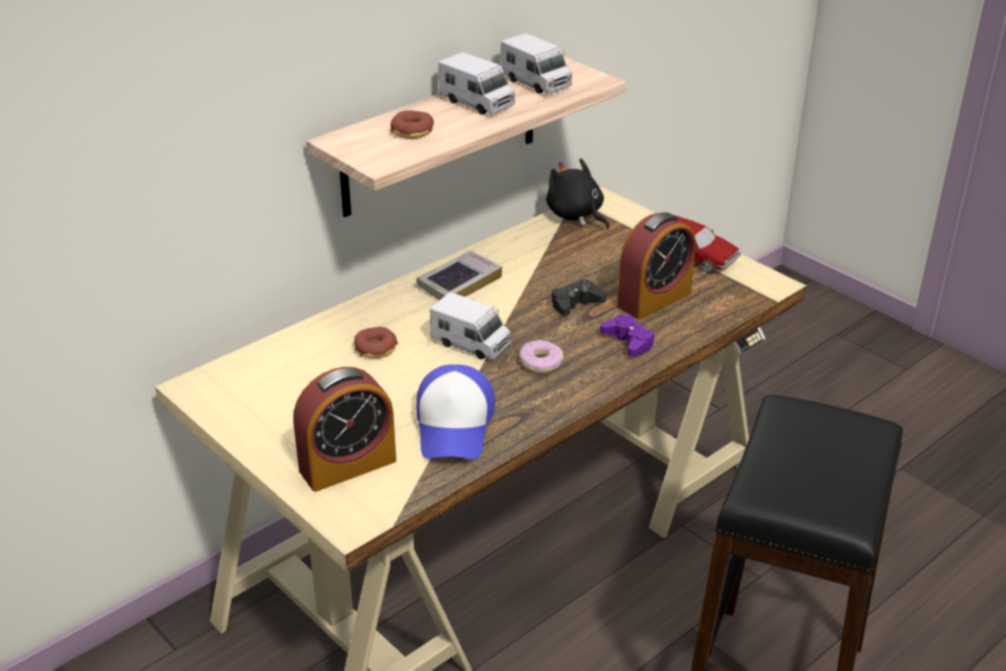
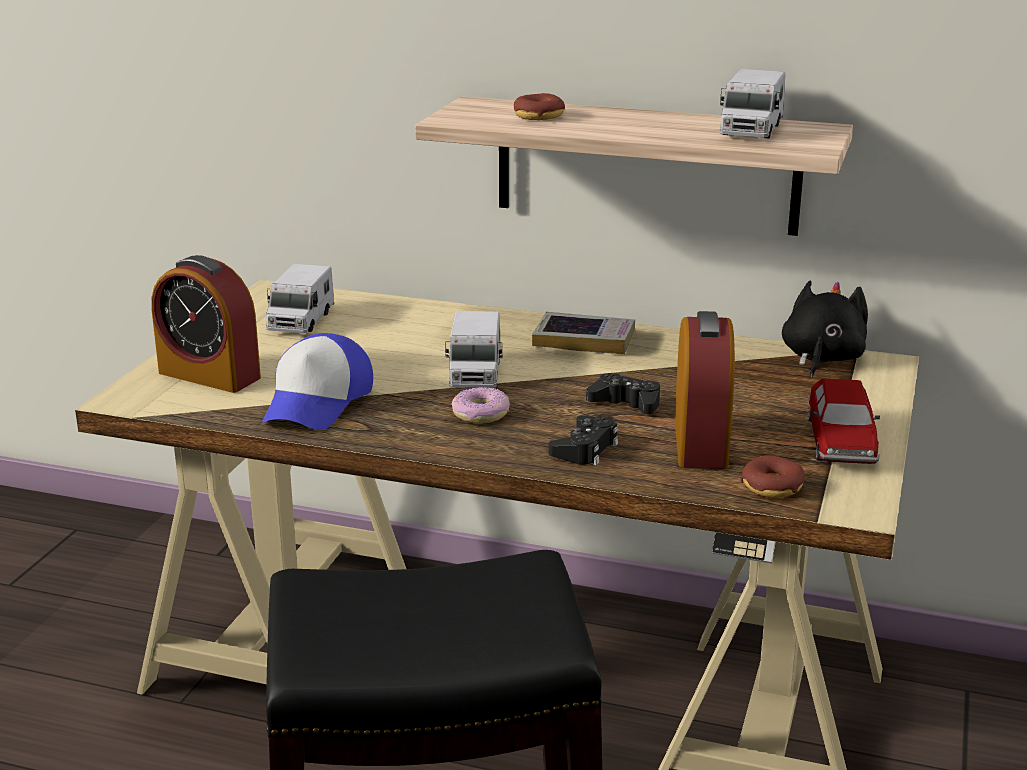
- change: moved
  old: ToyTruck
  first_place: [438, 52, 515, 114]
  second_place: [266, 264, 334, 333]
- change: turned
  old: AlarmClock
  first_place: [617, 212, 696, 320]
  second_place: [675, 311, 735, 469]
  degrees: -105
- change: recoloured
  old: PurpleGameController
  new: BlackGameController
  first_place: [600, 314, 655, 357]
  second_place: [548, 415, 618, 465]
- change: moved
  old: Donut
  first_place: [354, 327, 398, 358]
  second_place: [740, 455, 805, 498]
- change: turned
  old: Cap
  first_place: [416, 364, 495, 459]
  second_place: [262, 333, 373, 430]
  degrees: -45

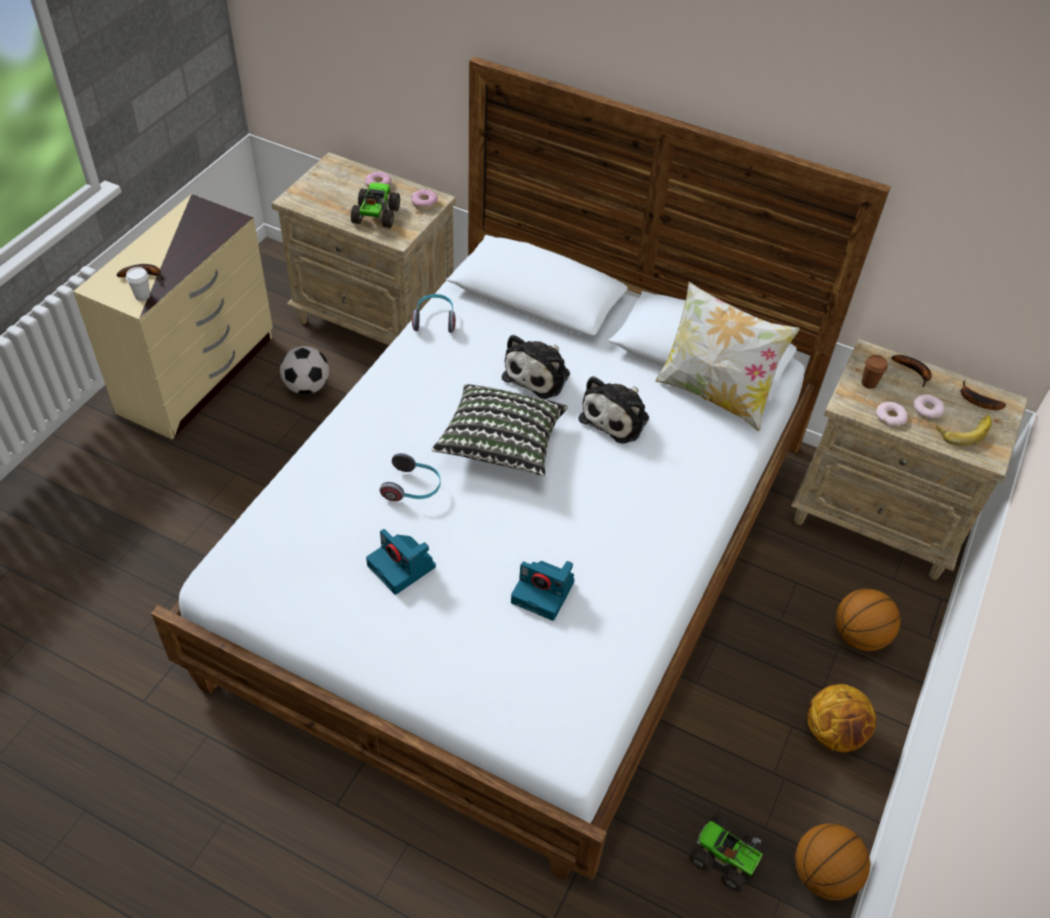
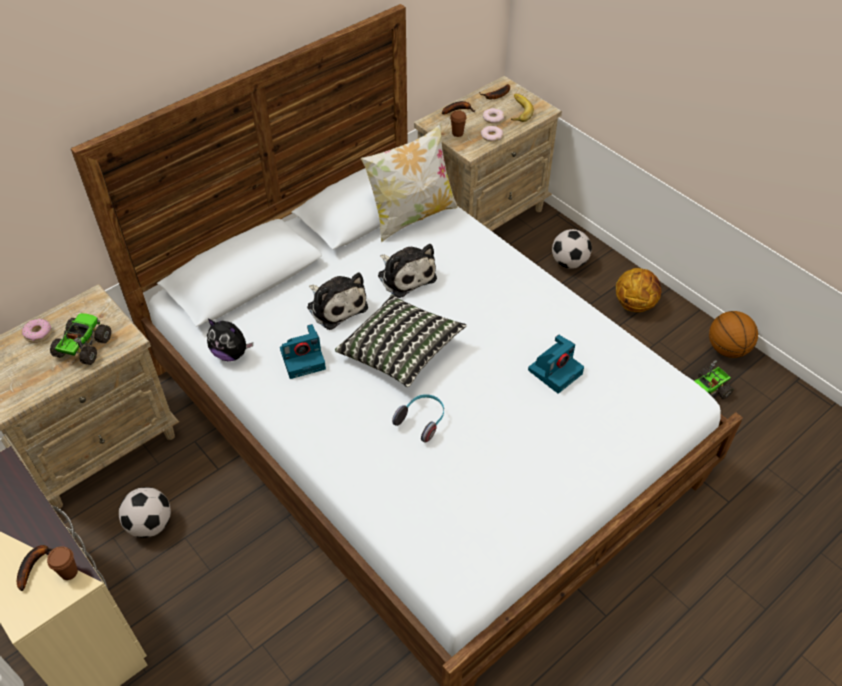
- change: turned
  old: ToyTruck
  first_place: [351, 183, 400, 228]
  second_place: [50, 313, 111, 365]
  degrees: 75
- change: removed
  old: Donut
  first_place: [411, 189, 438, 210]
- change: recoloured
  old: WhiteCup
  new: BrownCup
  first_place: [126, 267, 150, 301]
  second_place: [47, 546, 78, 580]
- change: replaced
  old: Headphones
  new: PlushToy
  first_place: [412, 294, 456, 333]
  second_place: [207, 319, 253, 361]
- change: moved
  old: PhotoCamera
  first_place: [366, 529, 436, 595]
  second_place: [280, 324, 326, 379]
- change: replaced
  old: Basketball
  new: Football
  first_place: [836, 589, 900, 651]
  second_place: [552, 229, 592, 269]

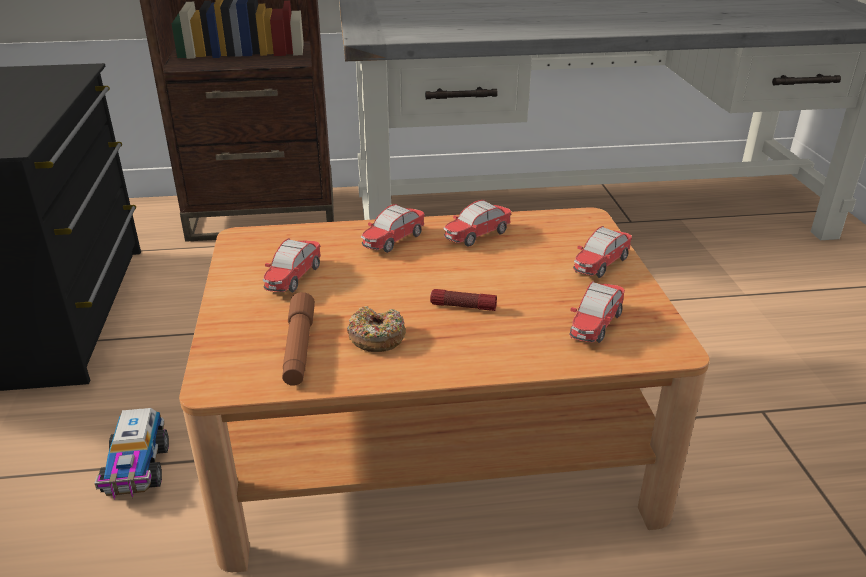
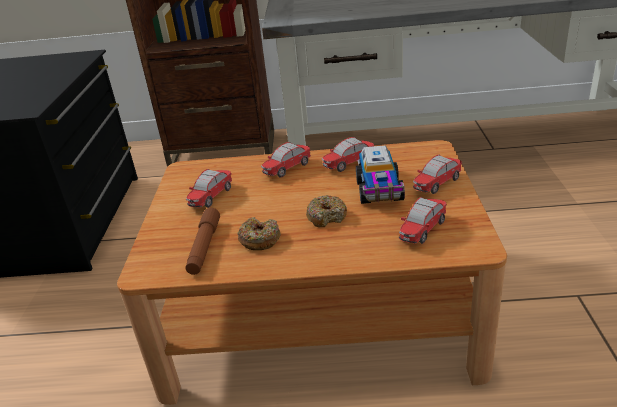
- change: replaced
  old: Flashlight
  new: Donut
  first_place: [430, 289, 497, 311]
  second_place: [306, 195, 347, 227]
- change: moved
  old: ToyTruck
  first_place: [95, 408, 169, 499]
  second_place: [356, 145, 405, 204]

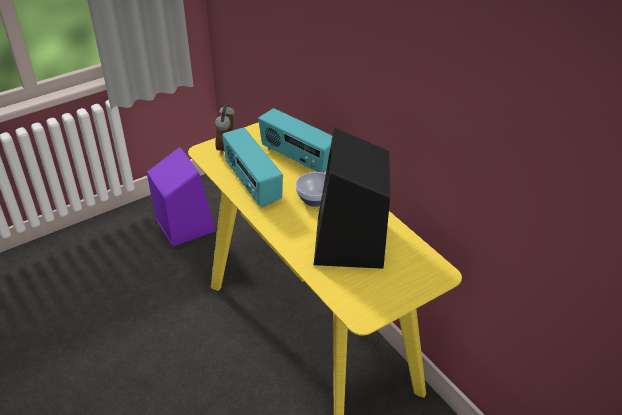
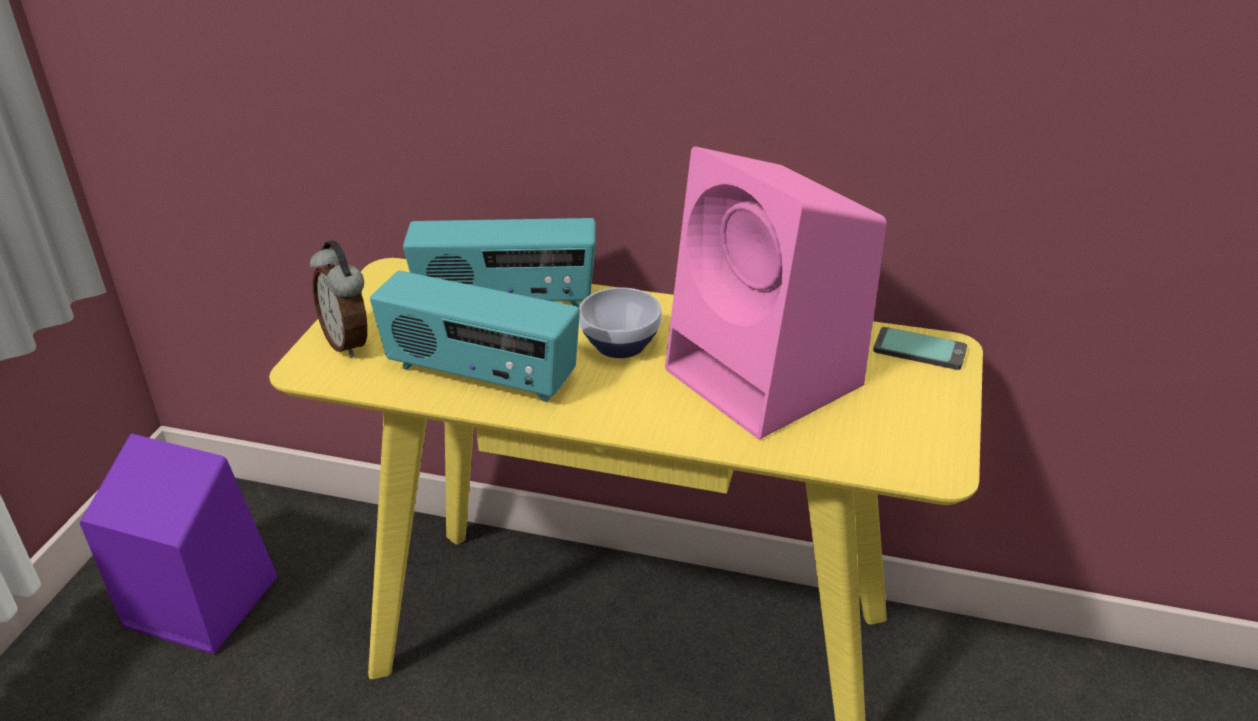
- change: recoloured
  old: BlackSpeaker
  new: PinkSpeaker
  first_place: [314, 128, 390, 269]
  second_place: [665, 146, 887, 440]
- change: added
  new: Phone
  second_place: [873, 327, 967, 370]

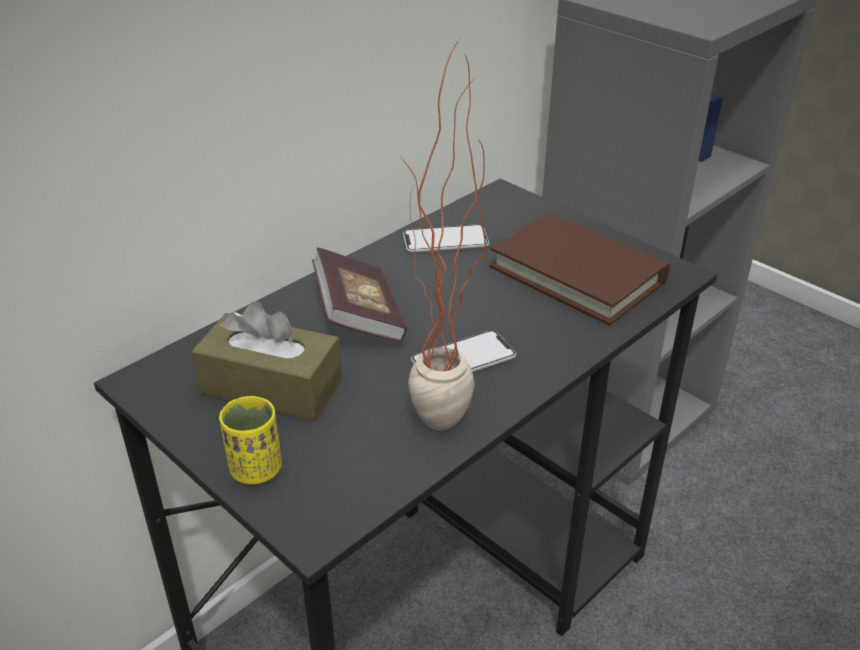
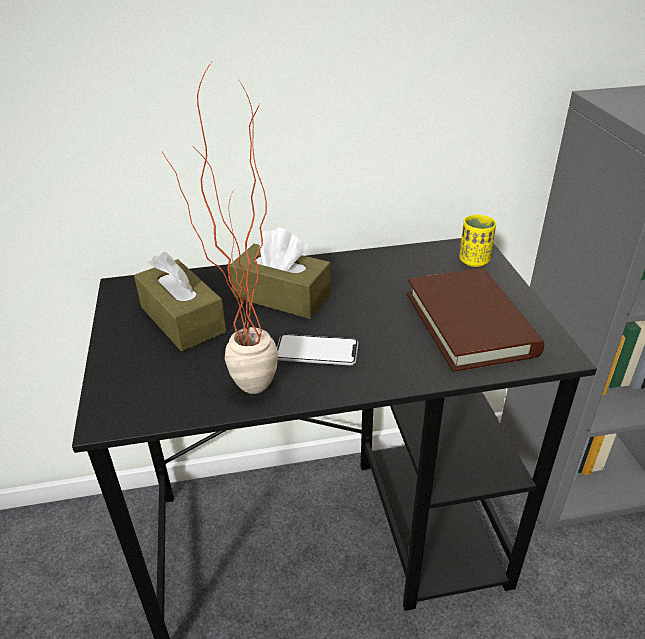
- change: removed
  old: Phone
  first_place: [403, 224, 489, 253]
- change: replaced
  old: Book
  new: BrownTissueBox
  first_place: [312, 247, 407, 342]
  second_place: [230, 228, 331, 319]
- change: moved
  old: YellowCup
  first_place: [219, 396, 282, 485]
  second_place: [459, 215, 496, 267]

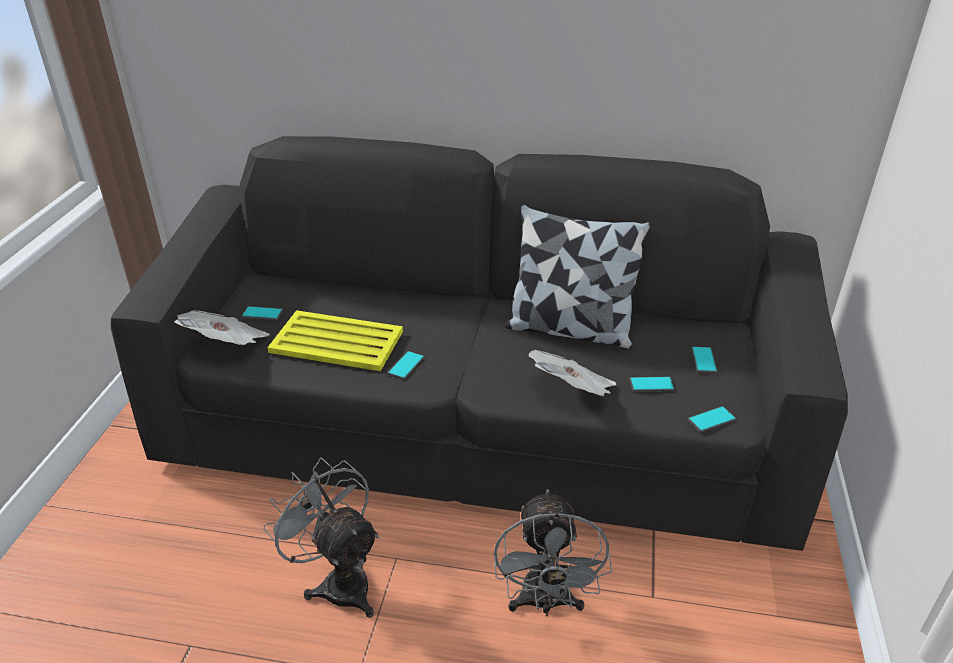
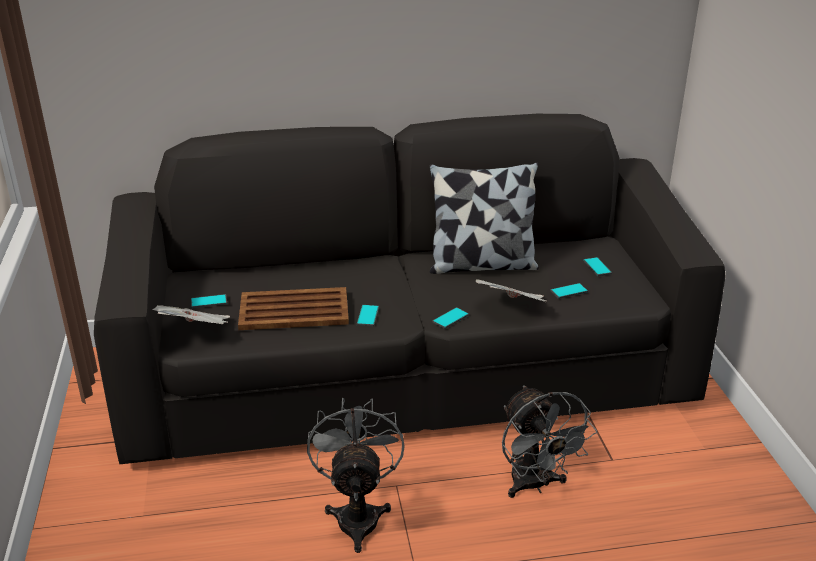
- change: recoloured
  old: YellowTray
  new: BrownTray
  first_place: [267, 310, 403, 371]
  second_place: [238, 287, 349, 330]
- change: moved
  old: Phone
  first_place: [688, 406, 736, 433]
  second_place: [432, 307, 469, 329]
- change: turned
  old: GreyFan
  first_place: [263, 458, 379, 618]
  second_place: [307, 398, 405, 553]
  degrees: 60

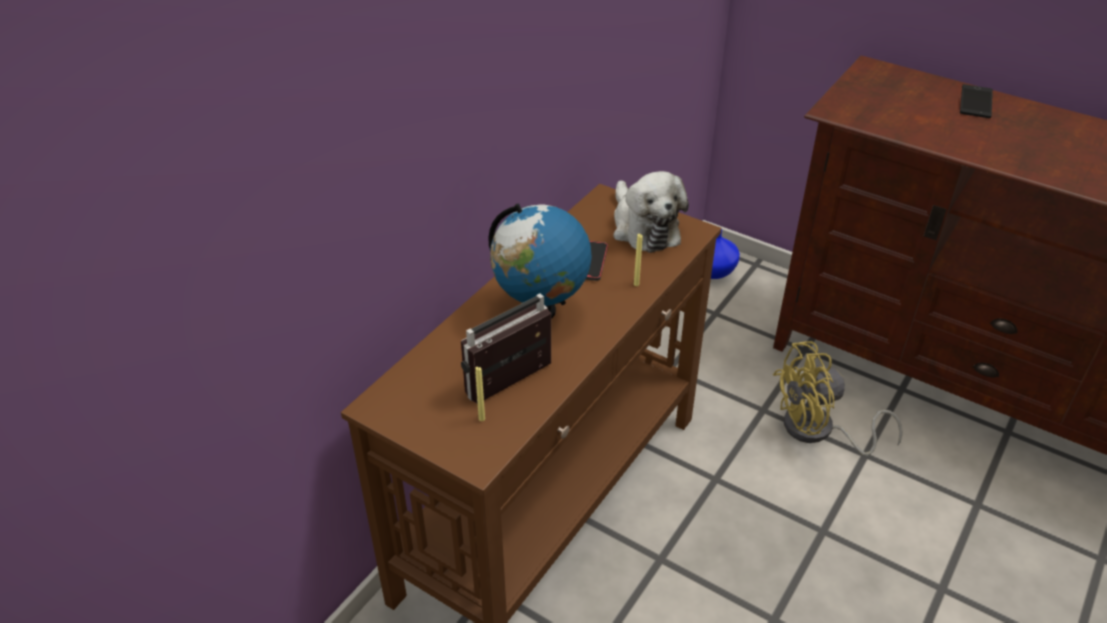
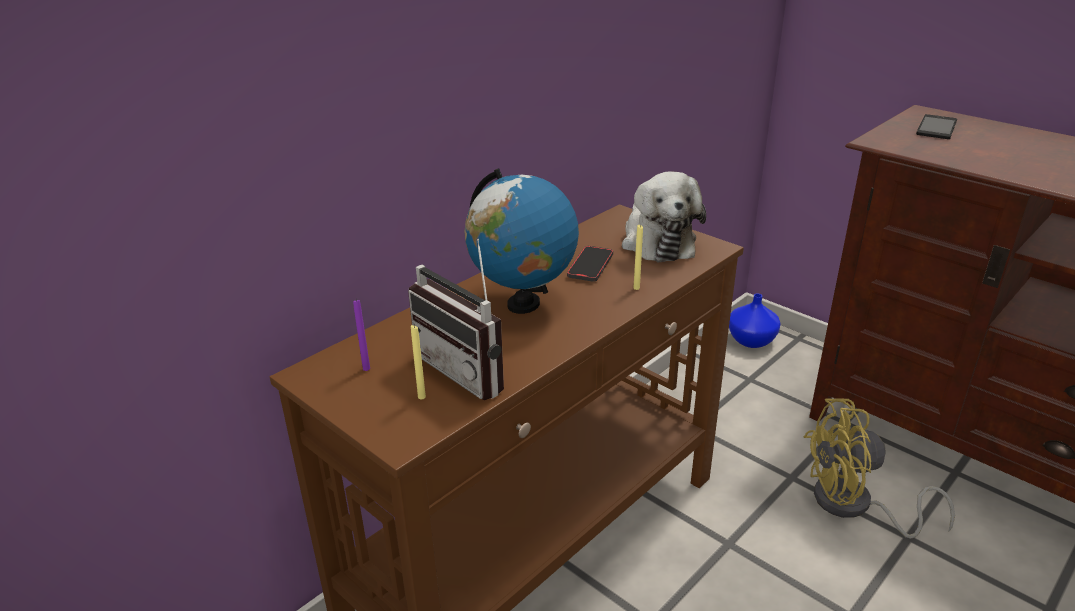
- change: moved
  old: Phone
  first_place: [960, 84, 993, 118]
  second_place: [916, 114, 957, 139]
- change: turned
  old: Radio
  first_place: [461, 293, 551, 404]
  second_place: [408, 239, 504, 400]
  degrees: -105
- change: added
  new: PurpleCandle
  second_place: [353, 299, 370, 371]

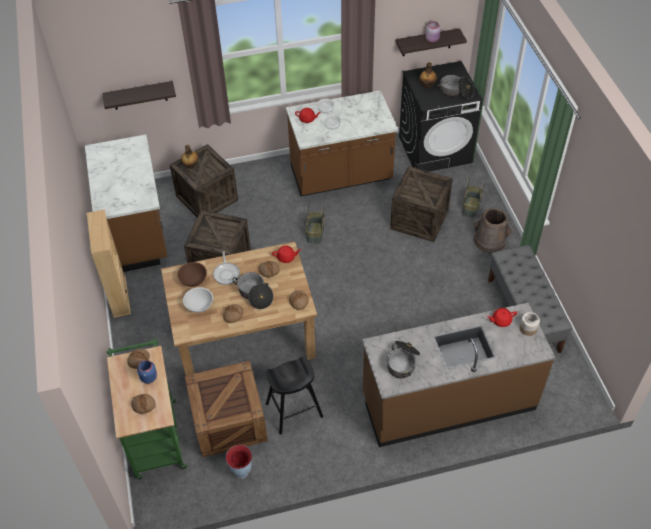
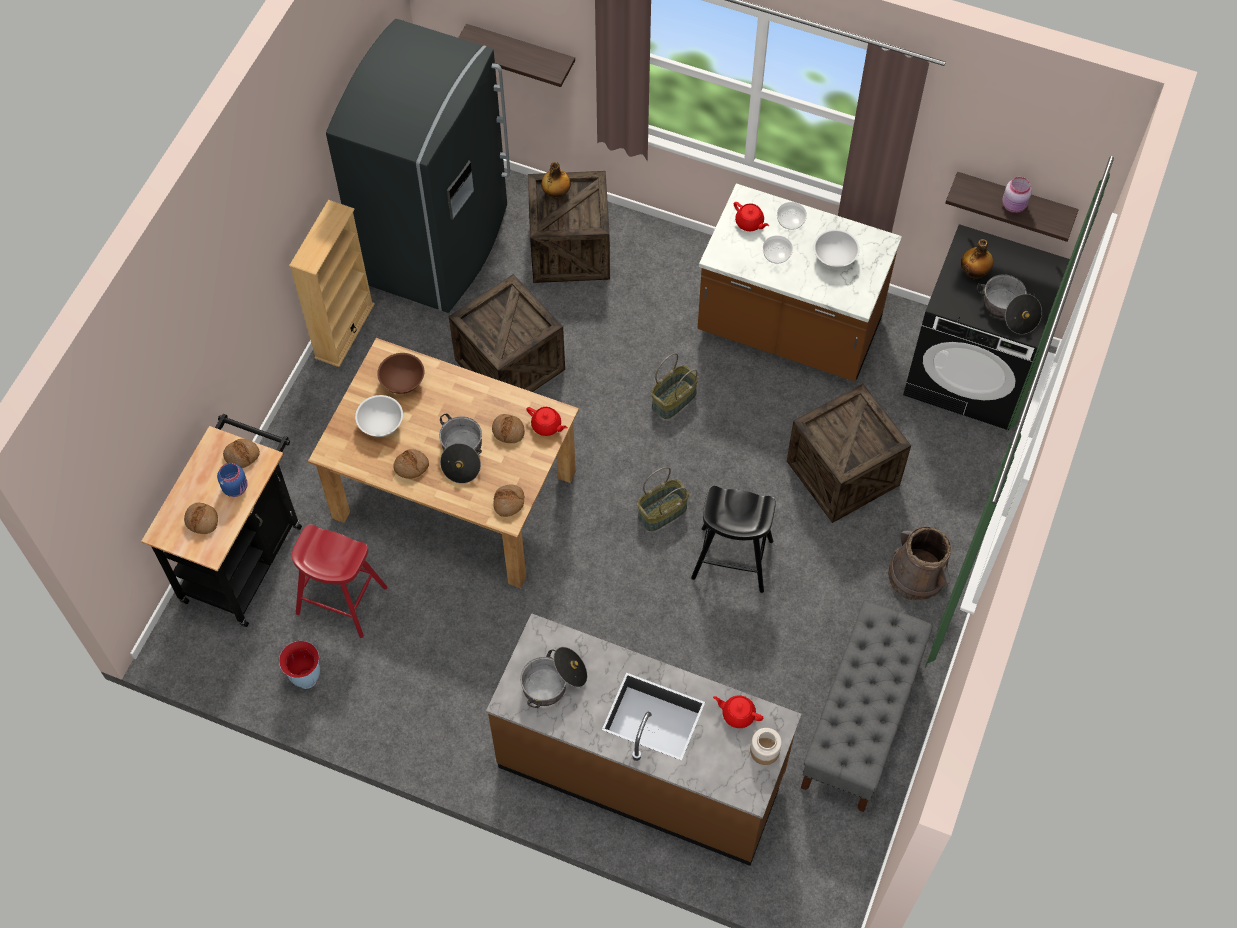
- change: replaced
  old: BrownCounter
  new: GreyFridge
  first_place: [85, 135, 167, 272]
  second_place: [326, 19, 510, 313]
- change: moved
  old: Basket
  first_place: [462, 177, 485, 217]
  second_place: [637, 467, 689, 531]
- change: removed
  old: FryingPan
  first_place: [213, 251, 240, 285]
- change: recoloured
  old: GreenCart
  new: BlackCart
  first_place: [107, 338, 187, 480]
  second_place: [141, 414, 302, 627]
- change: moved
  old: BlackStool
  first_place: [266, 356, 323, 435]
  second_place: [691, 486, 776, 593]
- change: replaced
  old: Crate
  new: RedStool
  first_place: [185, 361, 268, 457]
  second_place: [291, 524, 388, 638]
- change: added
  new: WhiteBowl
  second_place: [814, 229, 860, 269]

